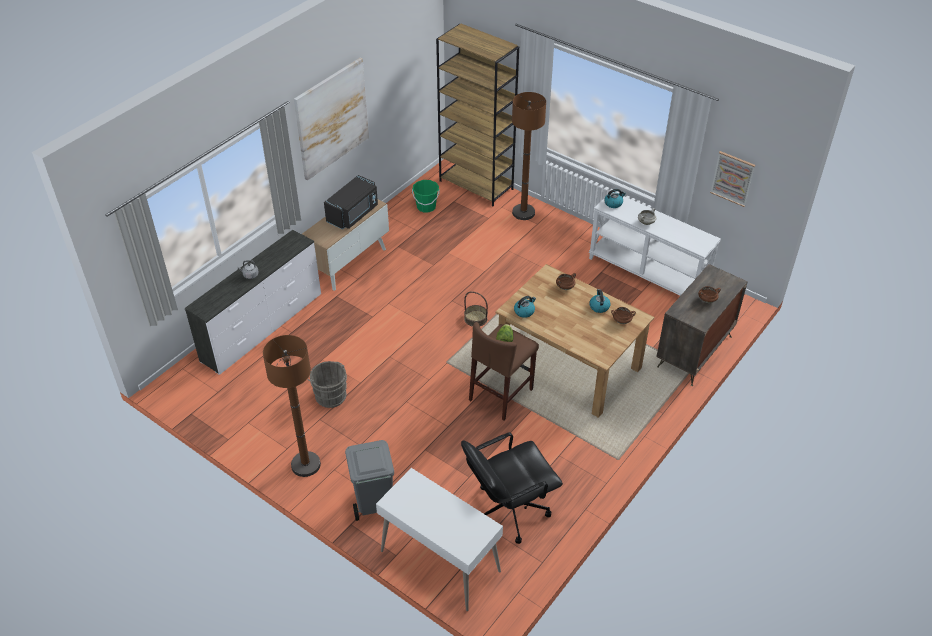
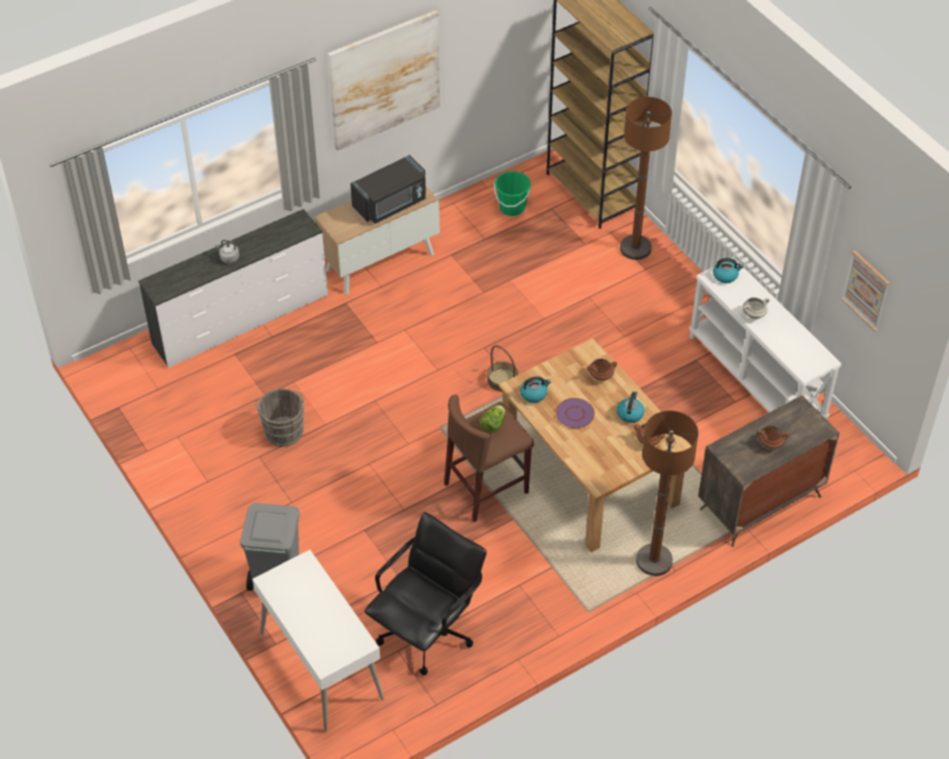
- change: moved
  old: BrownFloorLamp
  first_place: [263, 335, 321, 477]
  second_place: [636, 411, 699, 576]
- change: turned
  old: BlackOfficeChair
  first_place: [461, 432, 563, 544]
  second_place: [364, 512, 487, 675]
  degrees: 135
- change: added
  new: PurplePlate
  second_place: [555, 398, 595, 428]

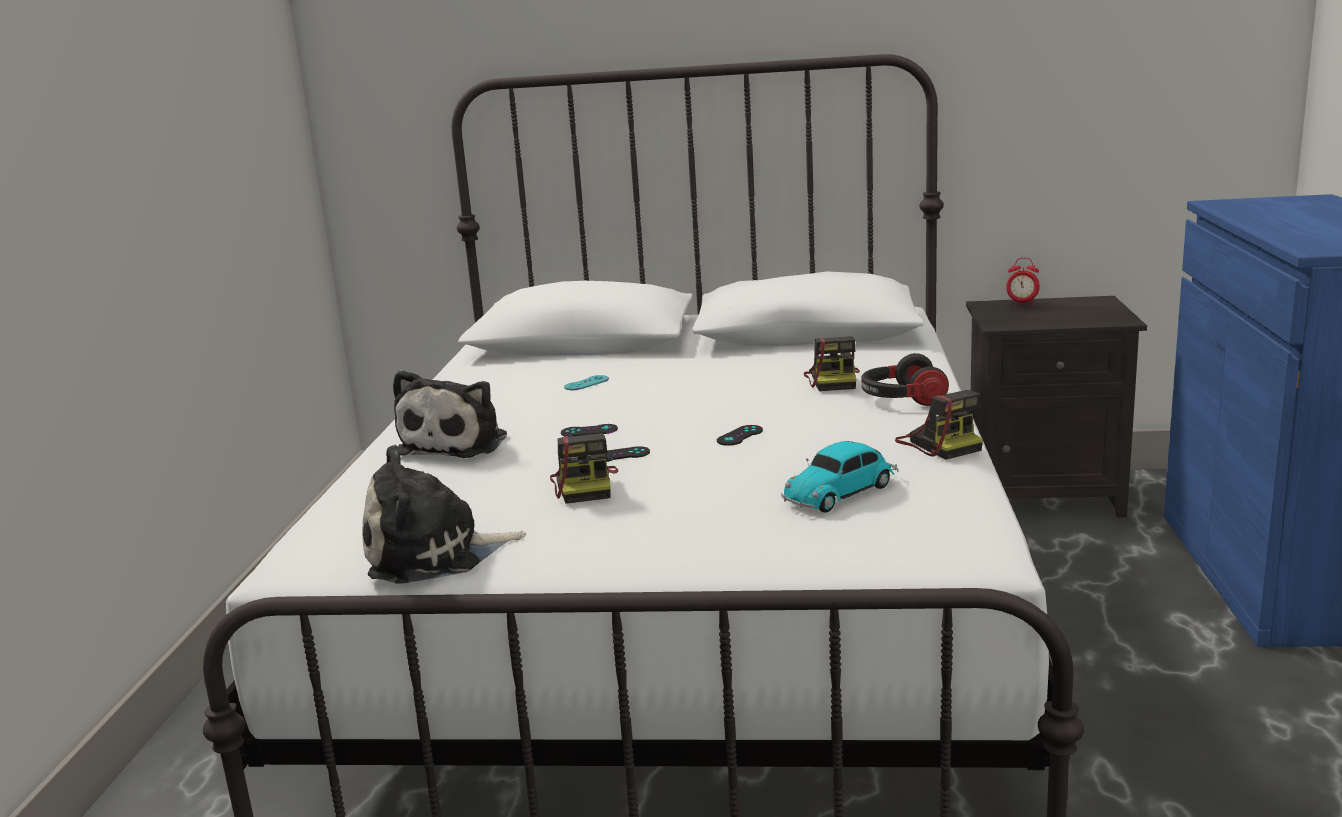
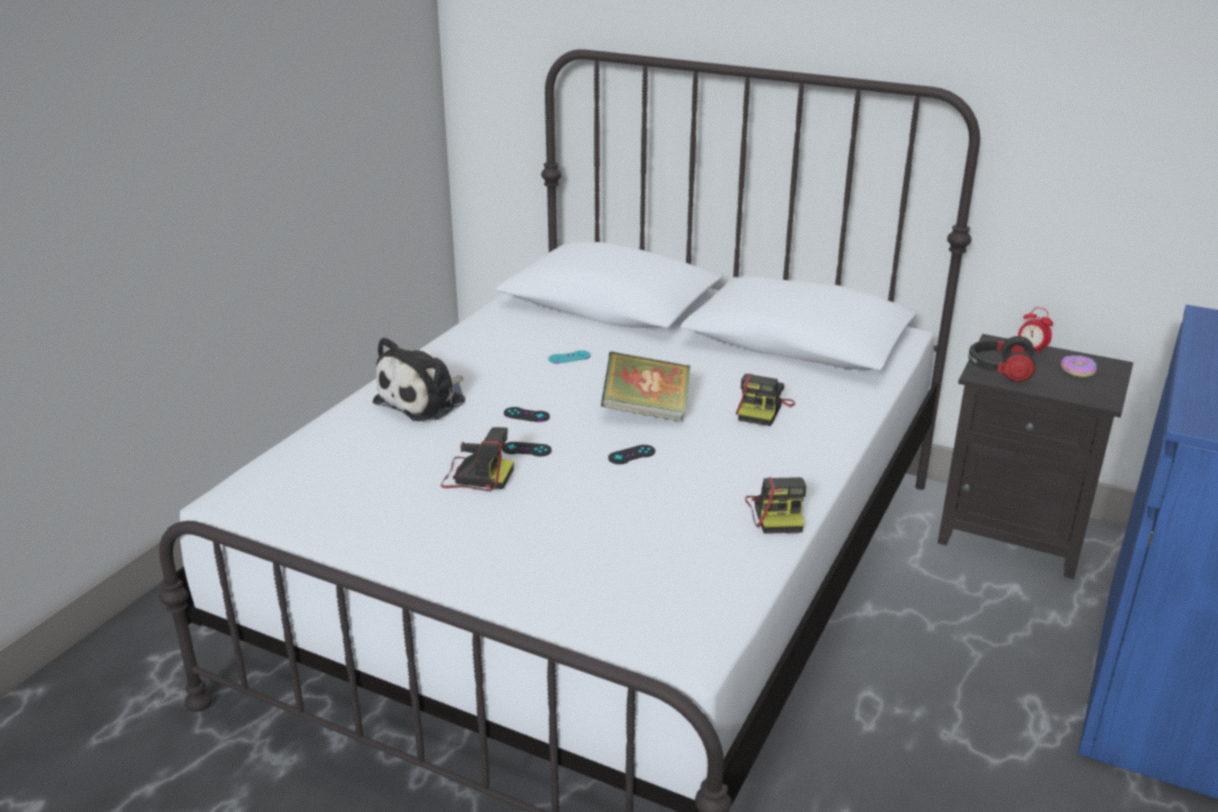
- change: moved
  old: Headphones
  first_place: [862, 353, 949, 406]
  second_place: [968, 336, 1036, 382]
- change: turned
  old: PhotoCamera
  first_place: [550, 433, 618, 504]
  second_place: [441, 427, 514, 491]
  degrees: -90
- change: removed
  old: ToyCar
  first_place: [781, 441, 899, 513]
- change: removed
  old: PlushToy
  first_place: [362, 445, 526, 584]
- change: added
  new: Book
  second_place: [601, 352, 691, 422]
- change: added
  new: Donut
  second_place: [1061, 355, 1097, 377]

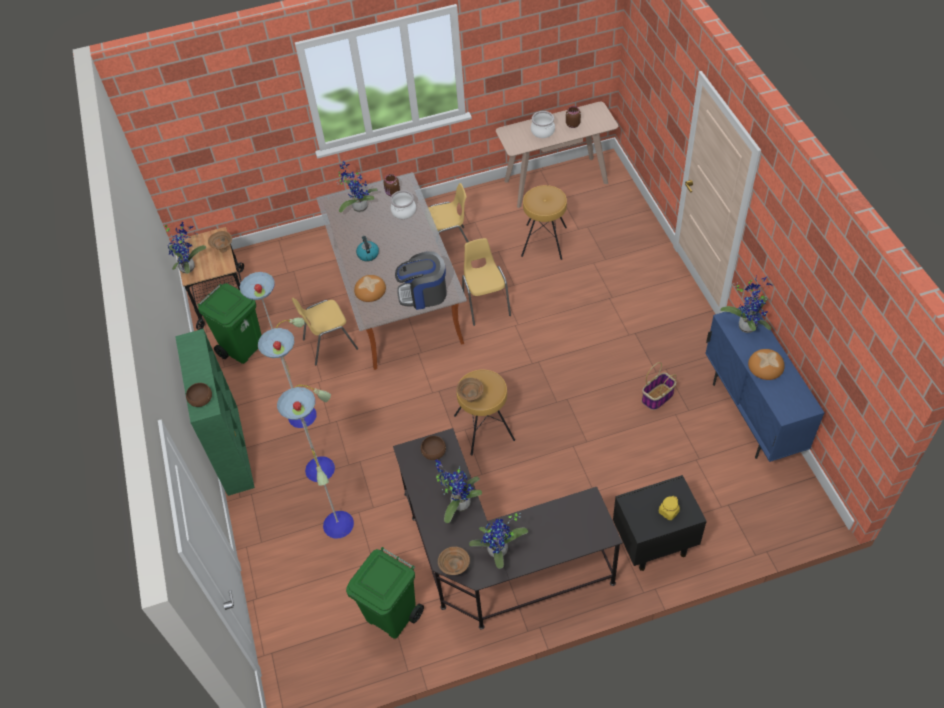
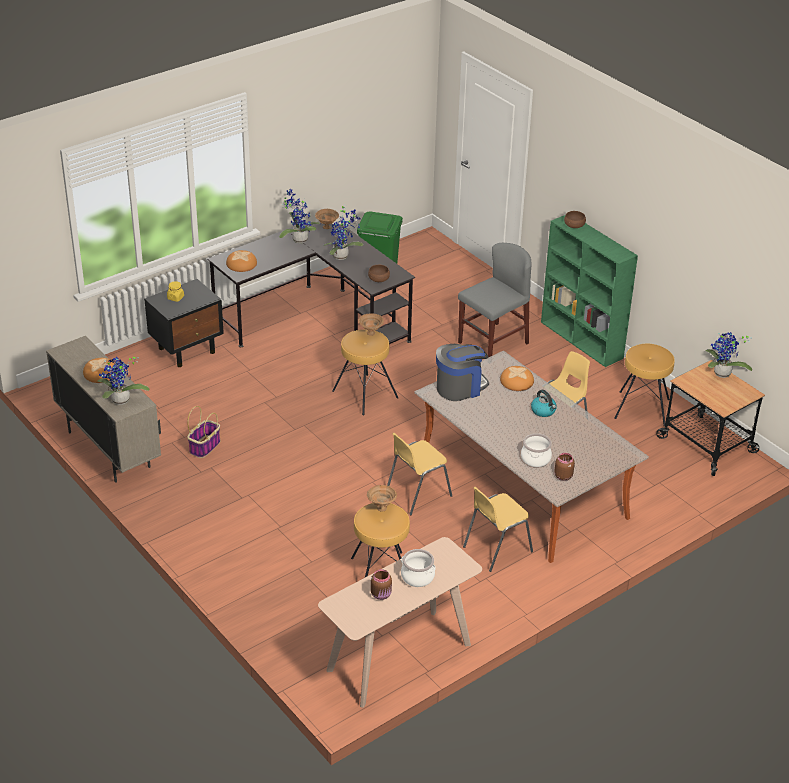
- change: removed
  old: PottedPlant
  first_place: [337, 161, 378, 213]
- change: moved
  old: BrownBowl
  first_place: [208, 231, 232, 253]
  second_place: [367, 485, 397, 511]
- change: turned
  old: YellowChair
  first_place: [462, 238, 511, 326]
  second_place: [387, 433, 452, 515]
  degrees: 90
- change: replaced
  old: FloorLamp
  new: GreyChair
  first_place: [239, 272, 354, 539]
  second_place: [458, 243, 532, 357]
- change: replaced
  old: GreenTrashCan
  new: BrownStool
  first_place: [197, 283, 262, 364]
  second_place: [614, 343, 675, 427]
- change: recoloured
  old: BlueCabinet
  new: BeigeCabinet
  first_place: [705, 305, 825, 462]
  second_place: [46, 336, 161, 483]
- change: added
  new: Bread
  second_place: [226, 250, 257, 272]

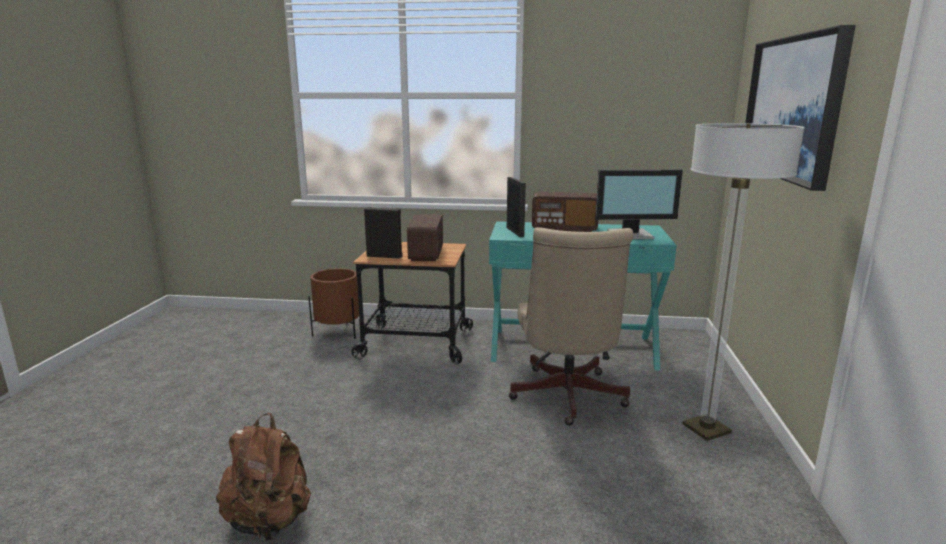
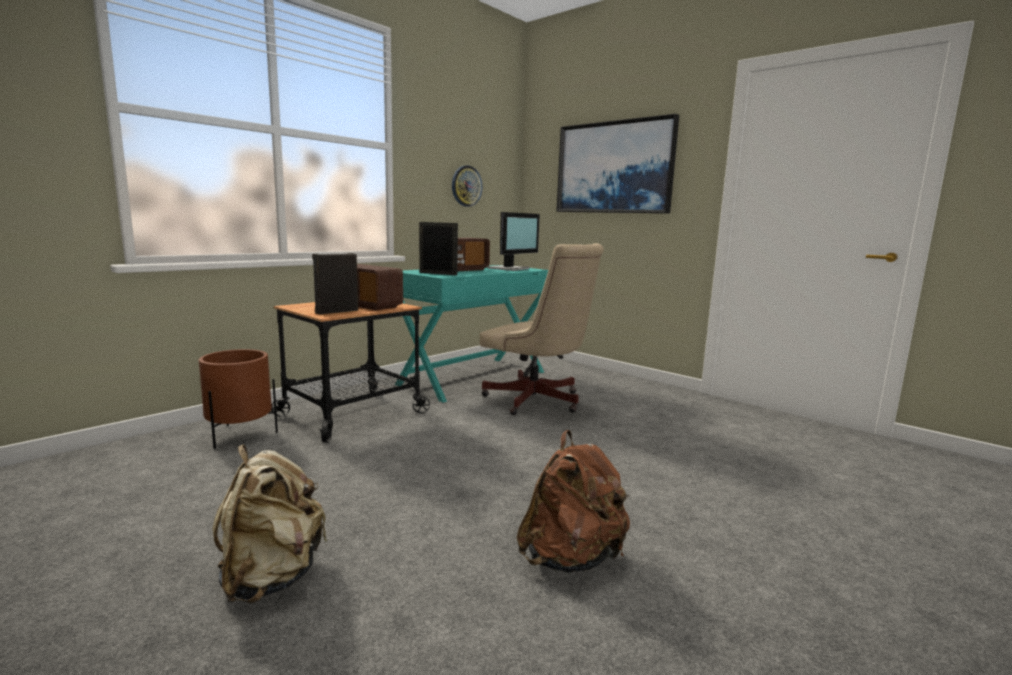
- change: removed
  old: FloorLamp
  first_place: [682, 123, 805, 441]
- change: added
  new: WallClock
  second_place: [452, 166, 482, 207]
- change: added
  new: BeigeBackpack
  second_place: [213, 444, 327, 603]

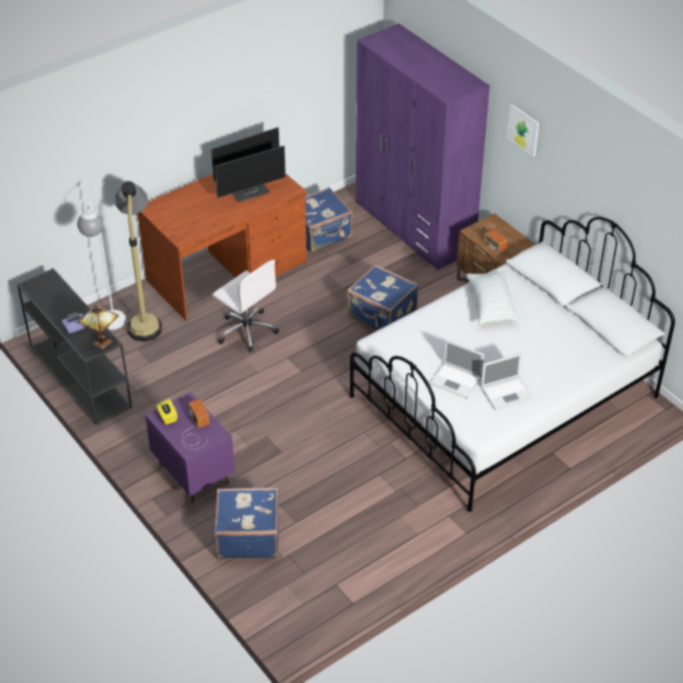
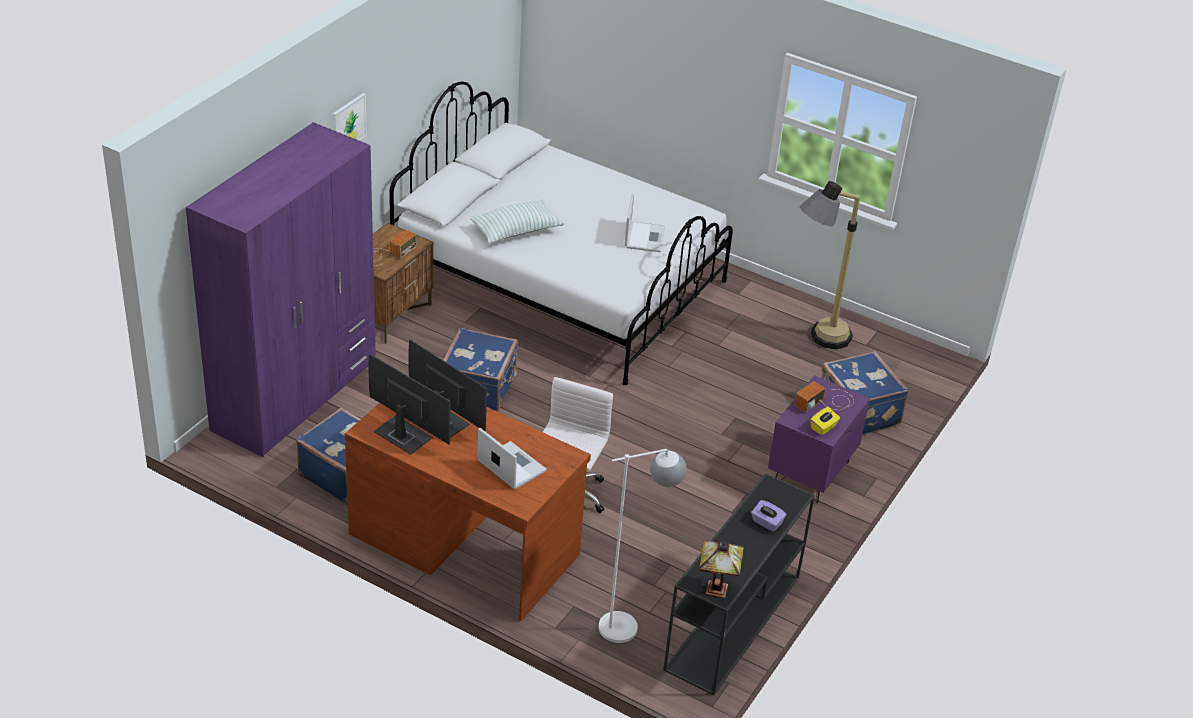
- change: moved
  old: FloorLamp
  first_place: [115, 181, 162, 342]
  second_place: [799, 181, 860, 350]
- change: moved
  old: TableLamp
  first_place: [78, 305, 119, 349]
  second_place: [699, 540, 744, 598]
- change: moved
  old: Laptop
  first_place: [480, 353, 534, 410]
  second_place: [477, 428, 547, 489]

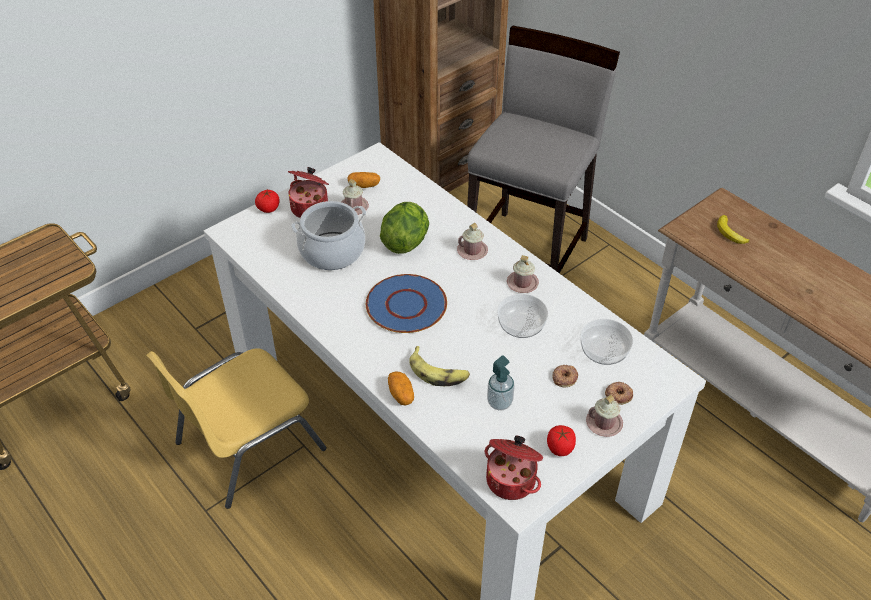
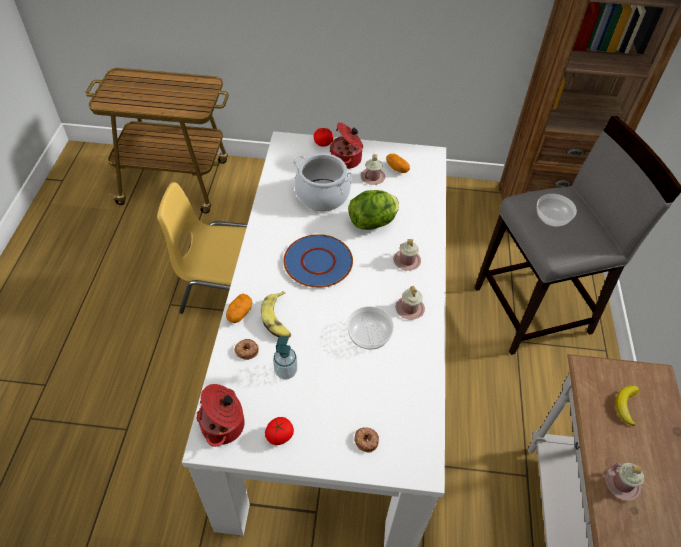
- change: moved
  old: Bowl
  first_place: [580, 319, 633, 365]
  second_place: [537, 194, 577, 227]
- change: moved
  old: Donut
  first_place: [552, 365, 578, 388]
  second_place: [234, 339, 259, 360]
- change: moved
  old: PinkMug
  first_place: [586, 395, 623, 437]
  second_place: [605, 463, 644, 501]

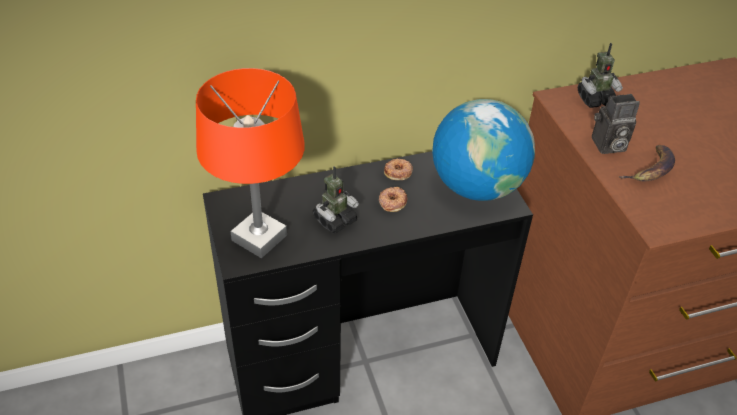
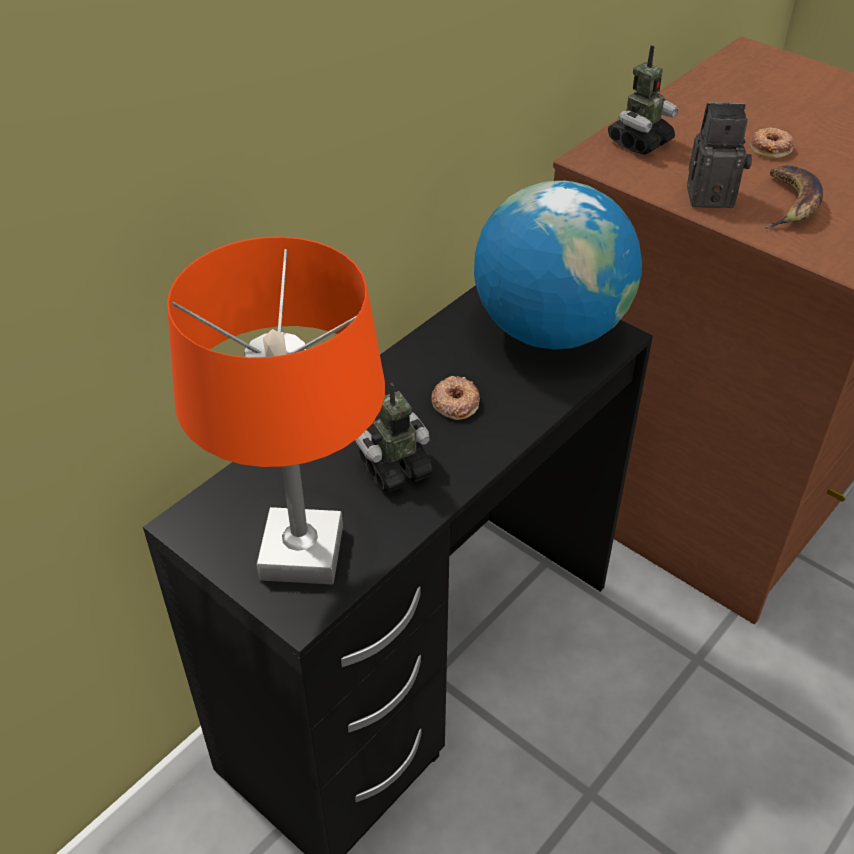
- change: turned
  old: PhotoCamera
  first_place: [592, 94, 640, 154]
  second_place: [687, 102, 752, 208]
  degrees: -135
- change: moved
  old: Donut
  first_place: [384, 159, 413, 180]
  second_place: [750, 127, 794, 158]
- change: turned
  old: ToyRobot
  first_place: [313, 166, 359, 233]
  second_place: [355, 383, 433, 492]
  degrees: -135

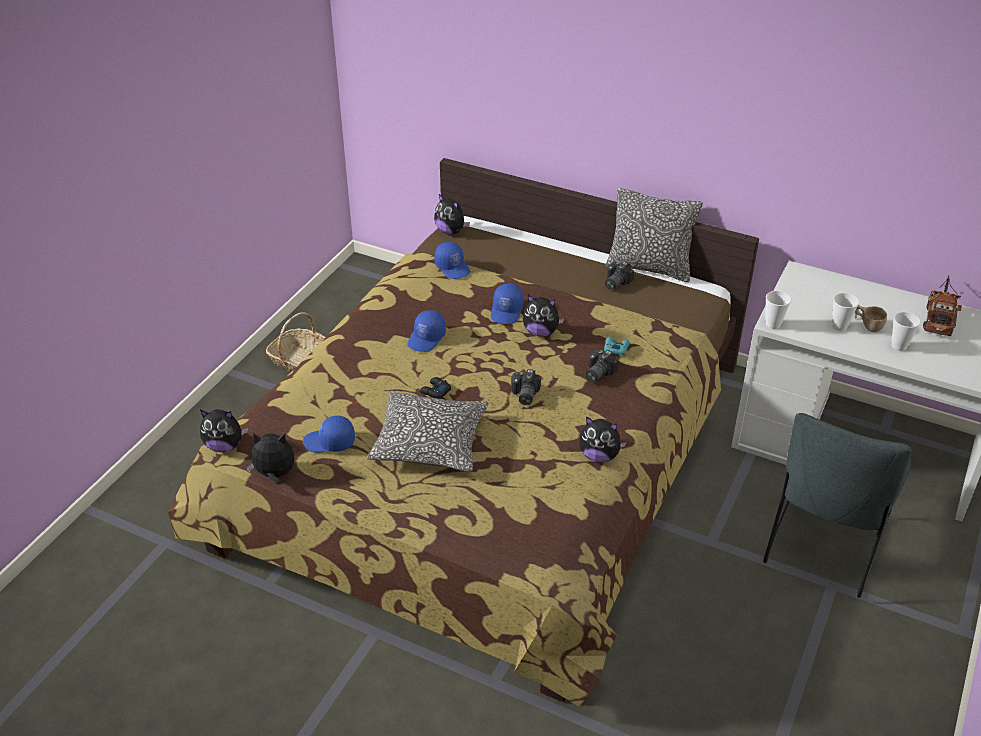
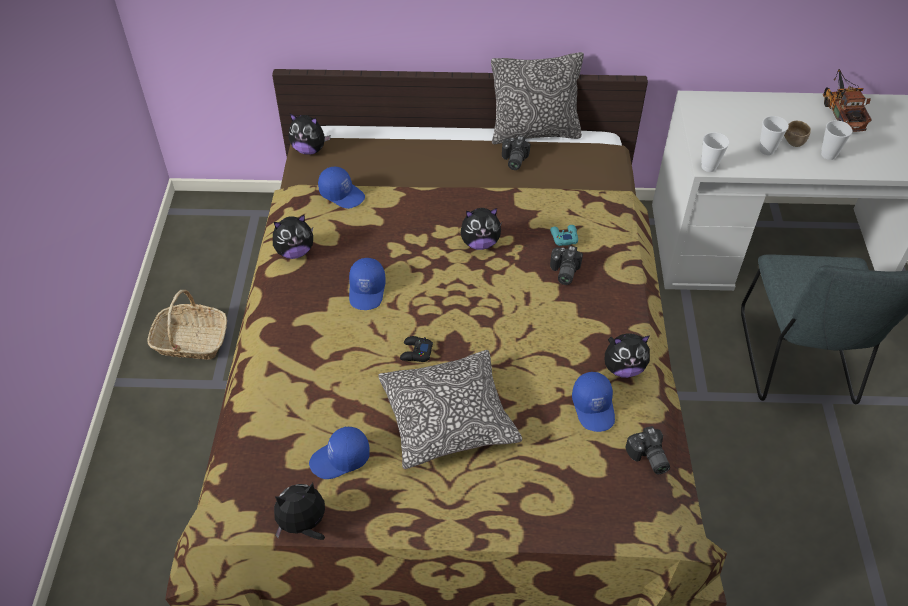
- change: moved
  old: BlueCap
  first_place: [491, 284, 524, 324]
  second_place: [572, 372, 615, 432]
- change: moved
  old: PhotoCamera
  first_place: [511, 369, 541, 405]
  second_place: [626, 426, 670, 474]
- change: moved
  old: PlushToy
  first_place: [200, 409, 248, 452]
  second_place: [273, 215, 313, 259]

